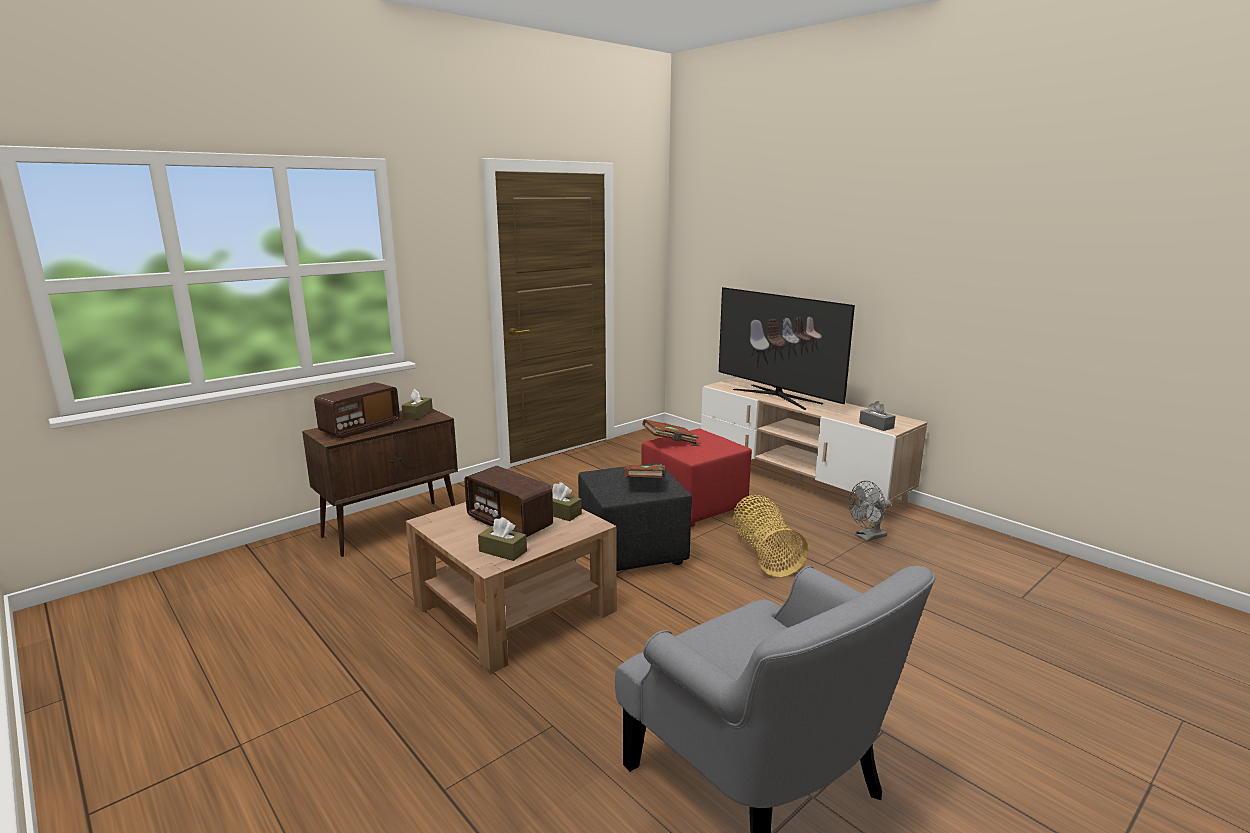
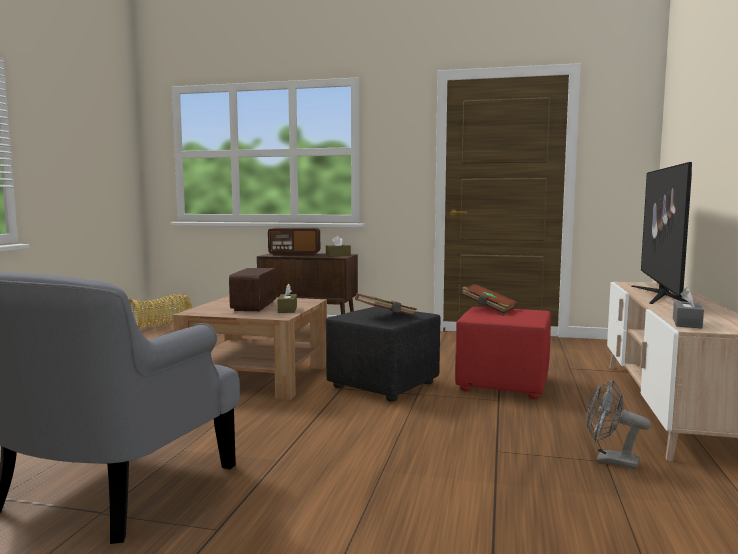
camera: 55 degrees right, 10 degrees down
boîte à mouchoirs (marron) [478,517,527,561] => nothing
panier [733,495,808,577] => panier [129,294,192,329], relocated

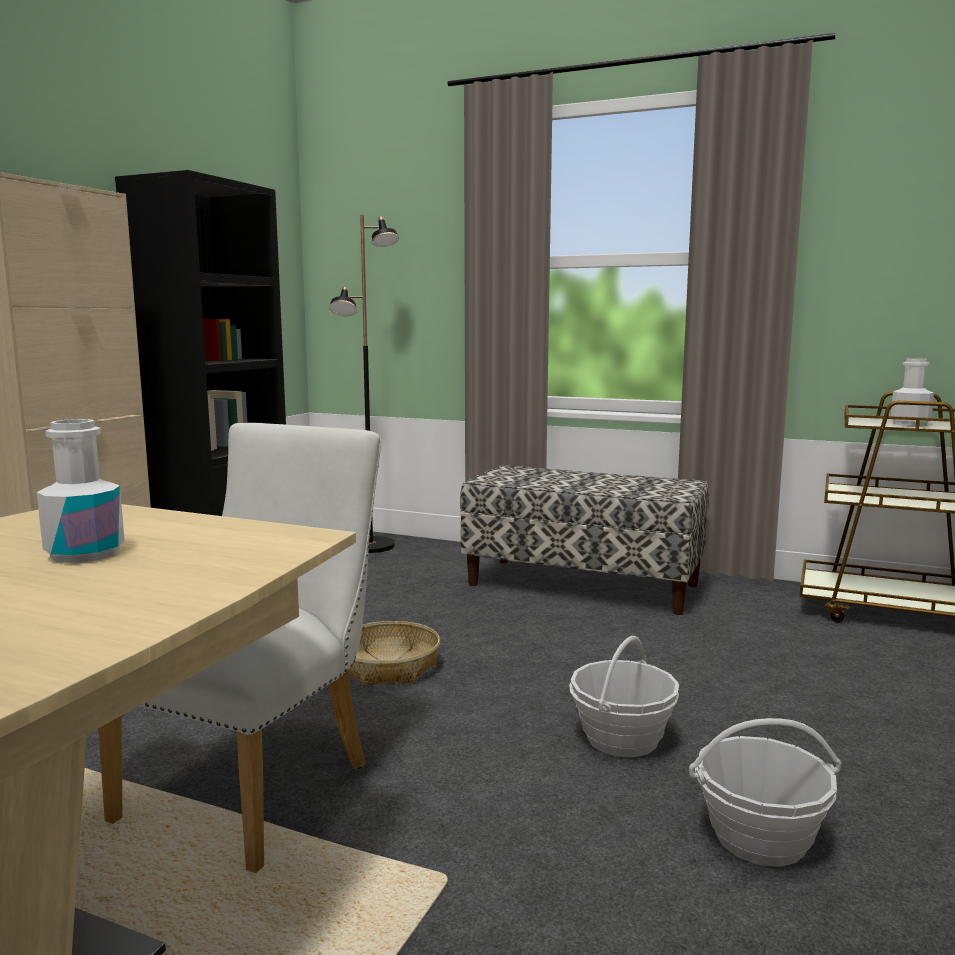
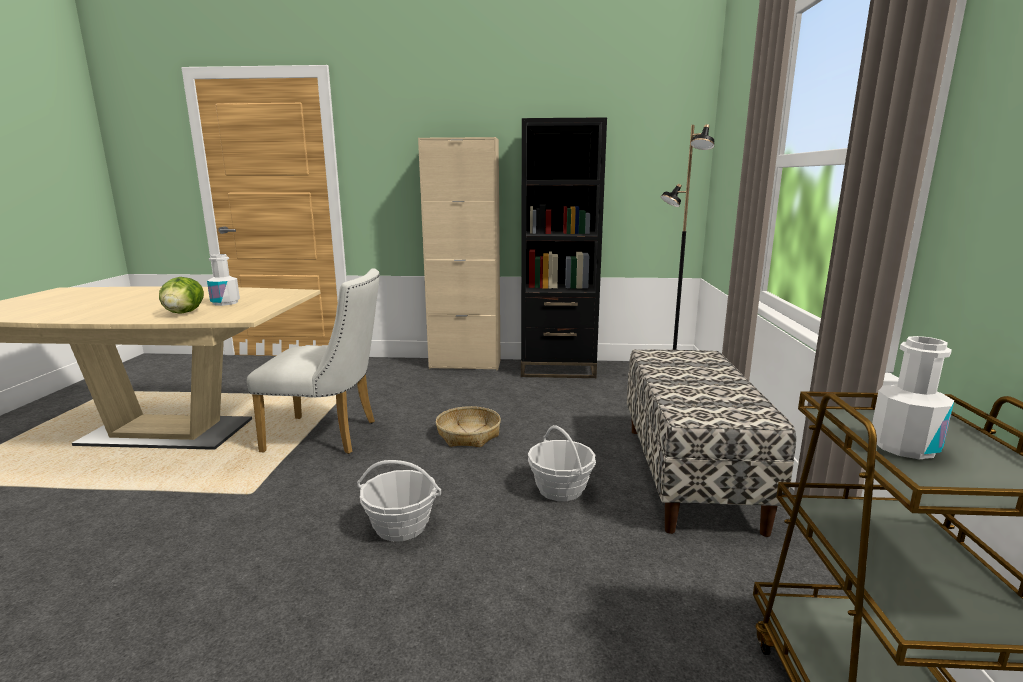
camera: 70 degrees right, 5 degrees up
nothing => laitue [159,277,204,314]
panier [689,718,841,867] => panier [528,425,596,501], relocated

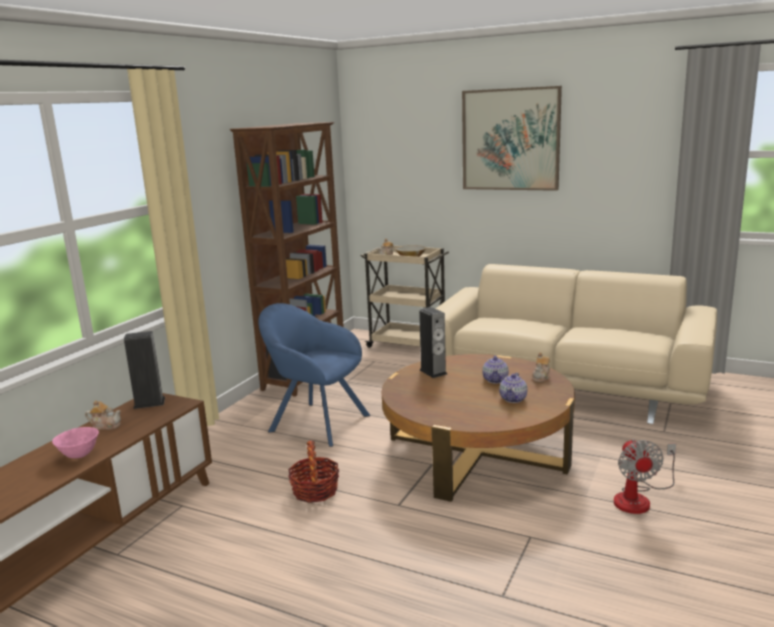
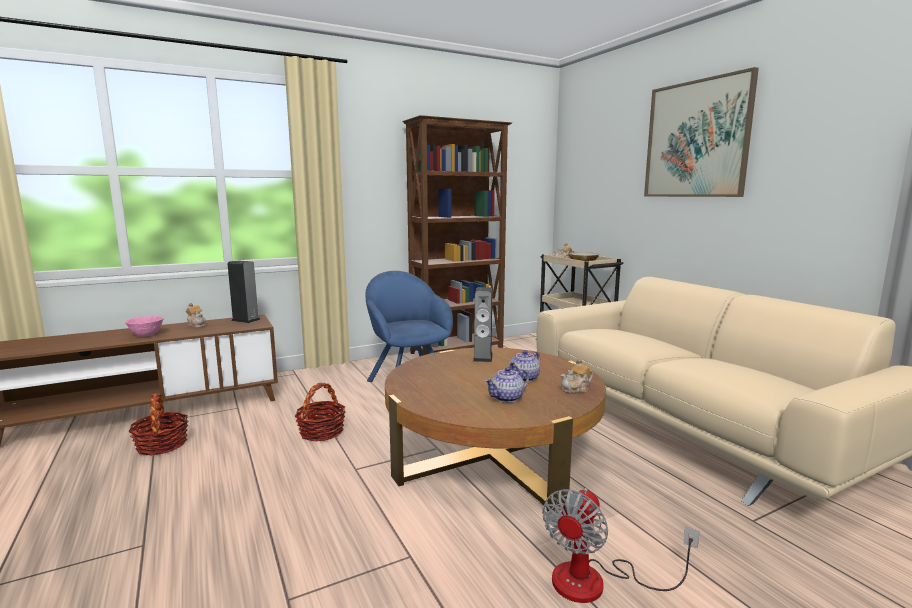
camera: 35 degrees right, 5 degrees down
nothing => panier [128,393,188,455]

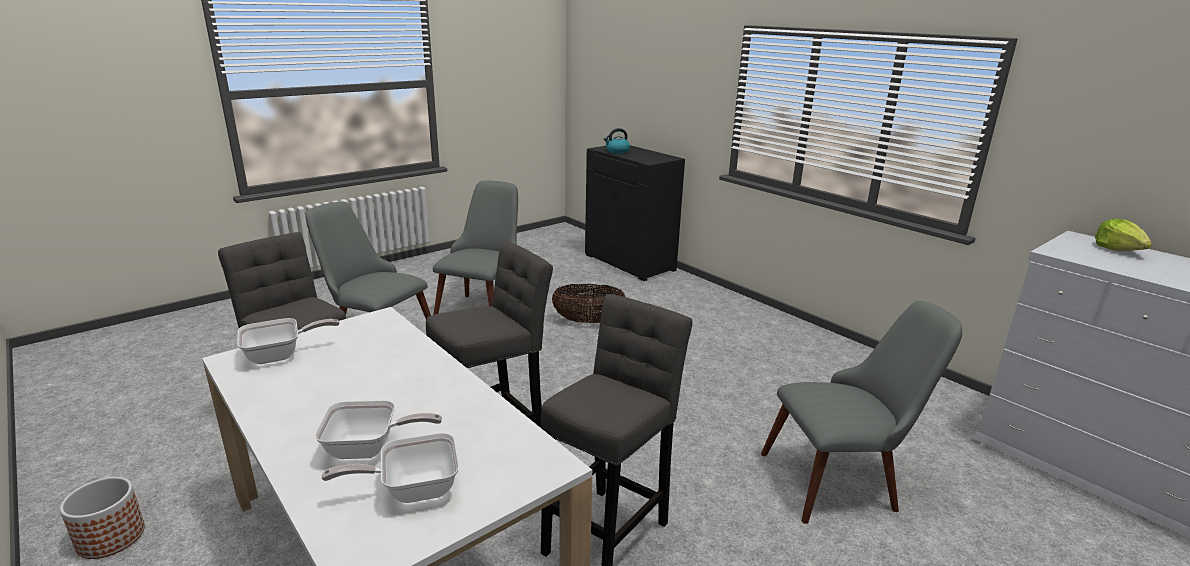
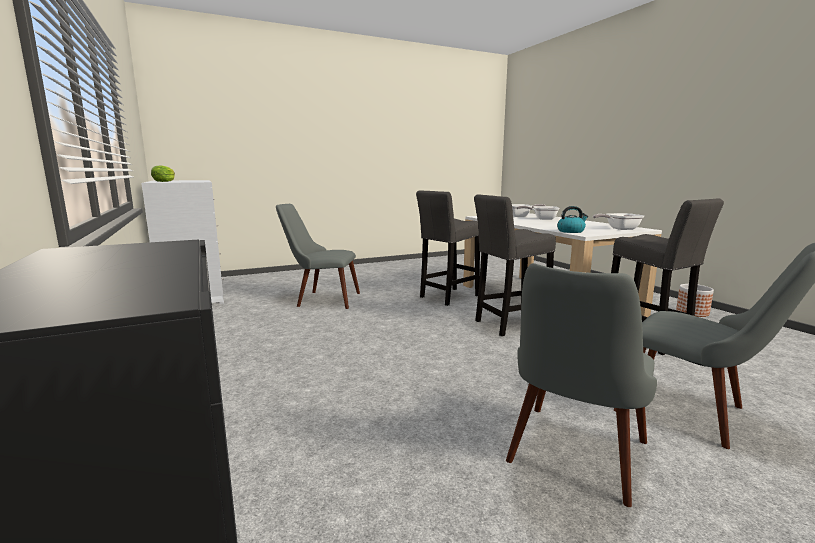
camera: 165 degrees left, 10 degrees down
panier [552,284,625,323] => nothing
bouilloire [604,128,630,154] => bouilloire [557,206,588,233], relocated

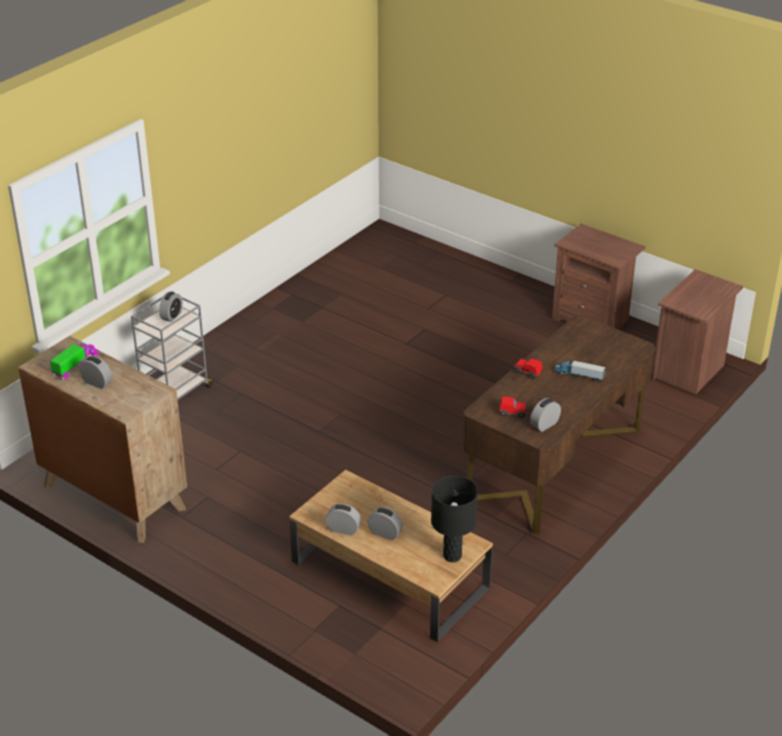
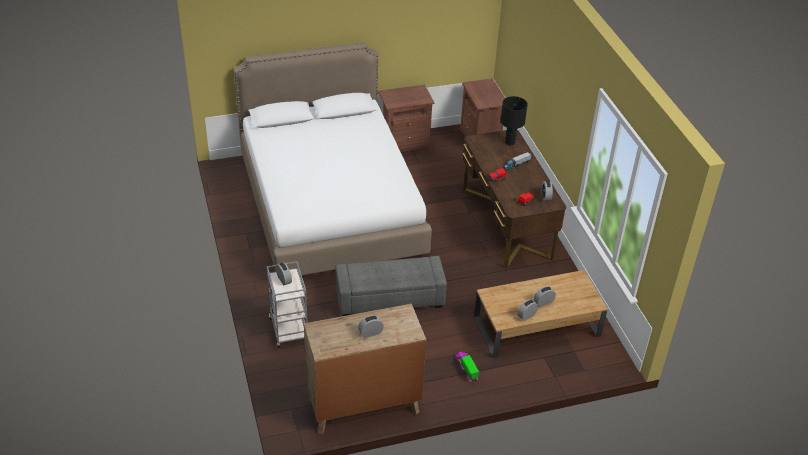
camera: 55 degrees left, 5 degrees up
nothing => lit (blanc) [234,43,432,275]
nothing => pouf (gris) [336,256,447,316]
camion jouet [50,342,98,380] => camion jouet [456,352,479,382], relocated
lampe de table (noir) [431,476,478,562] => lampe de table (noir) [500,96,528,145], relocated

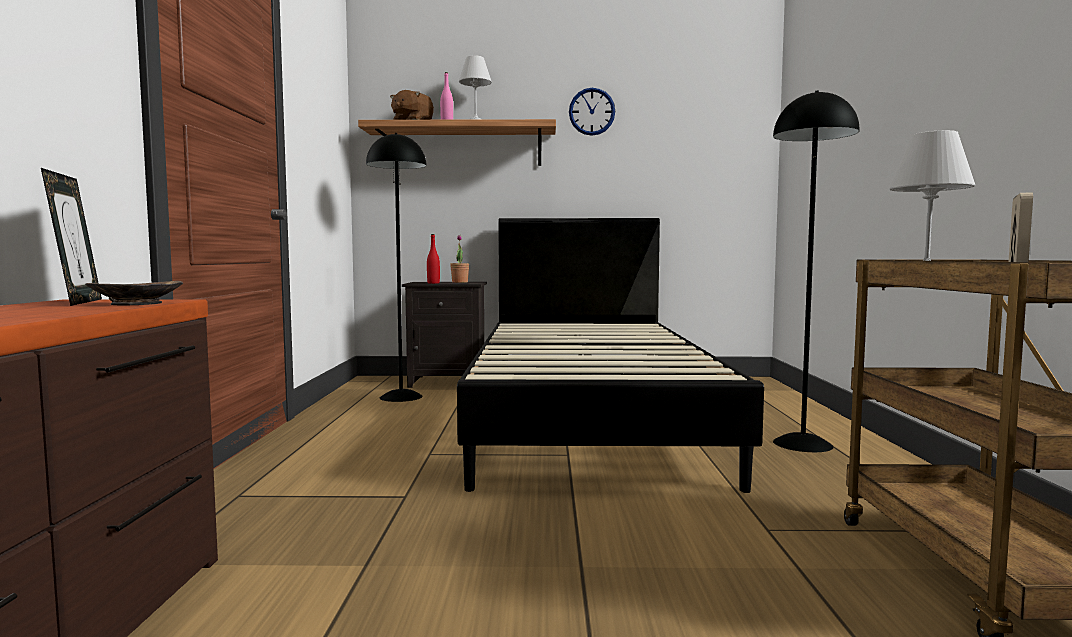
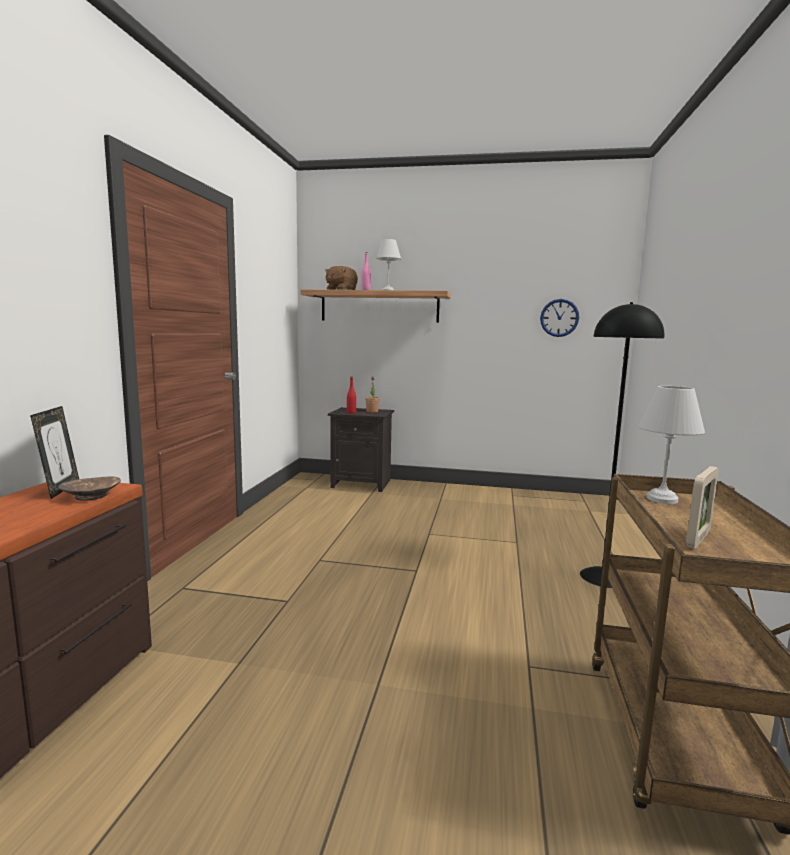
camera: 10 degrees right, 5 degrees up
lampadaire (noir) [366,133,427,402] => nothing
lit (noir) [457,218,764,493] => nothing
horloge murale [569,88,615,136] => horloge murale [540,299,579,337], relocated

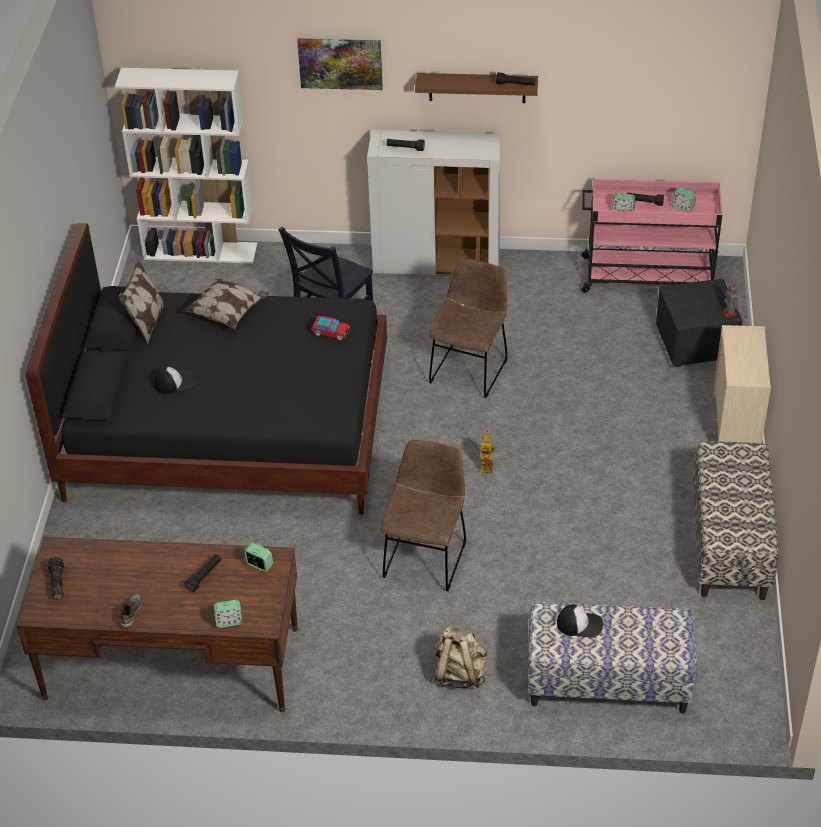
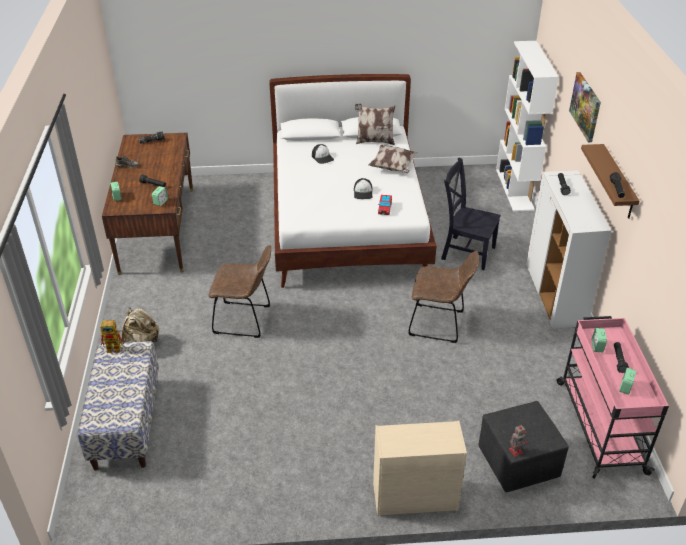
camera: 80 degrees right, 5 degrees down
banc [693,441,779,600] => nothing
robot jouet [475,430,496,474] => robot jouet [100,320,126,353], relocated
casquette [557,604,603,638] => casquette [354,178,372,199], relocated
lit (noir) [26,223,387,515] => lit (blanc) [270,74,437,288]

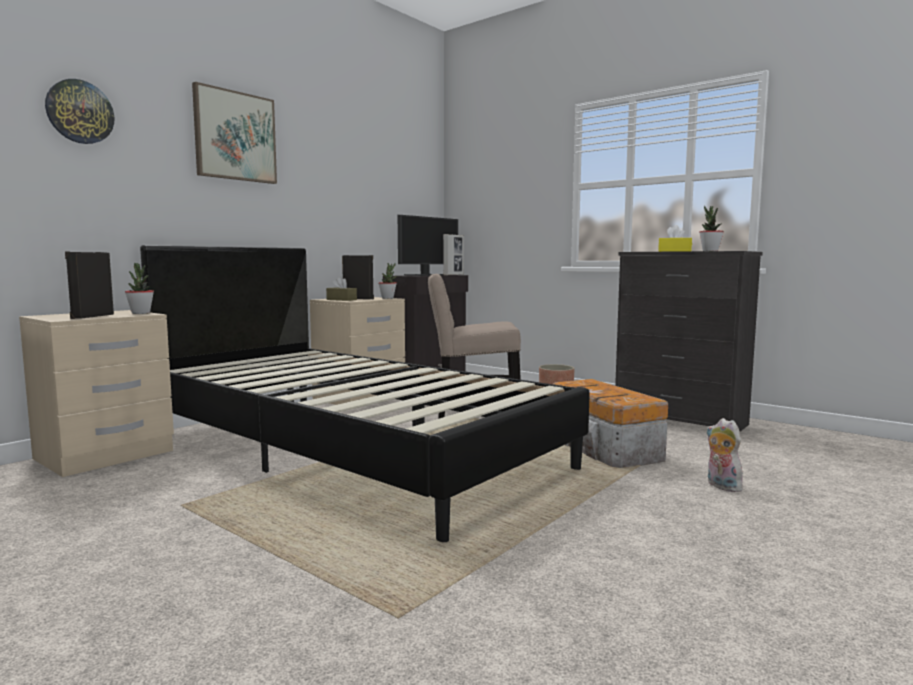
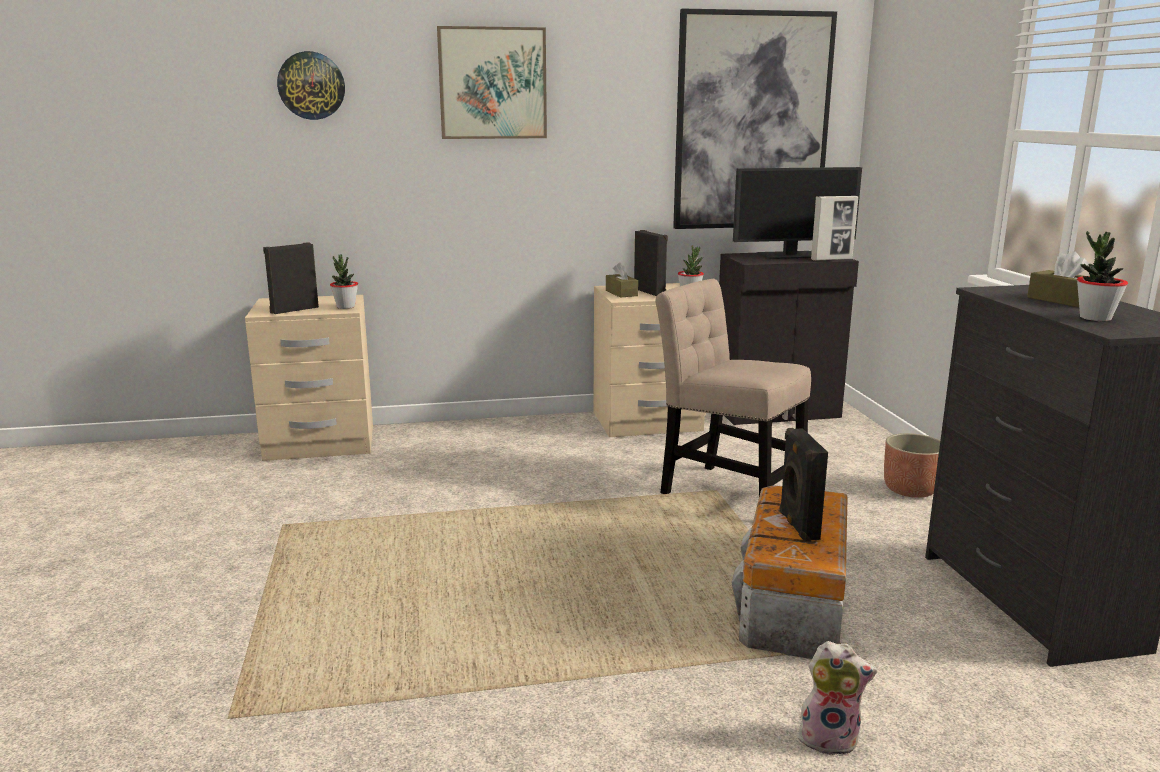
camera: 40 degrees right, 10 degrees up
lit (noir) [140,245,590,542] => nothing
nothing => tableau [673,9,837,229]
nothing => enceinte (noir) [779,428,828,542]
boîte à mouchoirs (jaune) [658,225,692,252] => boîte à mouchoirs (marron) [1027,251,1090,307]
peluche [707,418,743,492] => peluche [798,641,877,756], 90 degrees clockwise

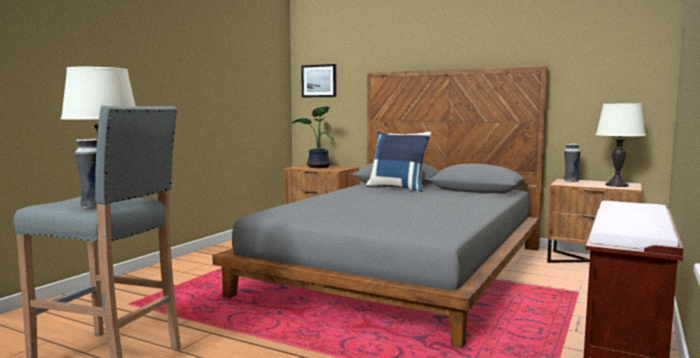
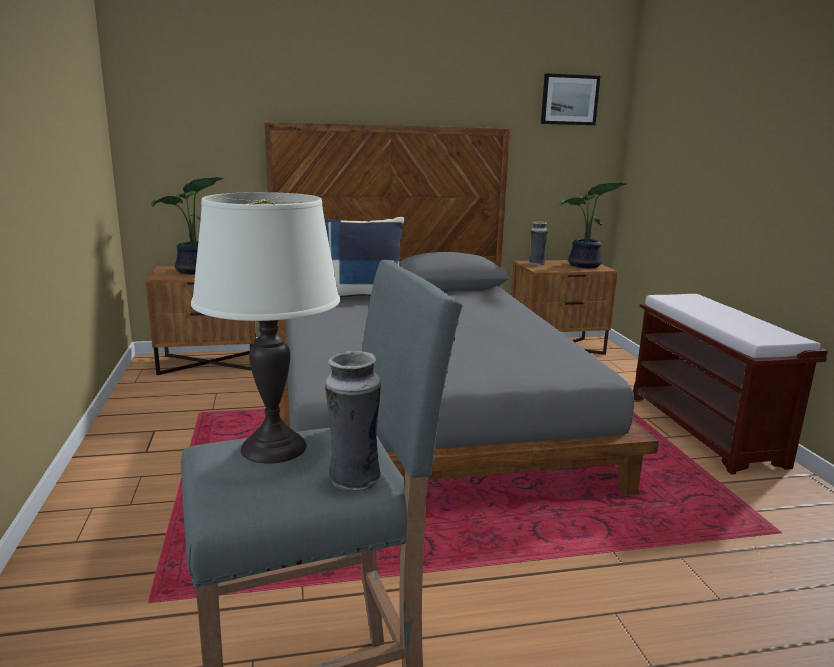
camera: 40 degrees left, 10 degrees up
tableau [301,64,336,97] => tableau [541,73,600,125], relocated
lampe de table (blanc) [596,104,646,187] => plante en pot [560,183,626,268]

